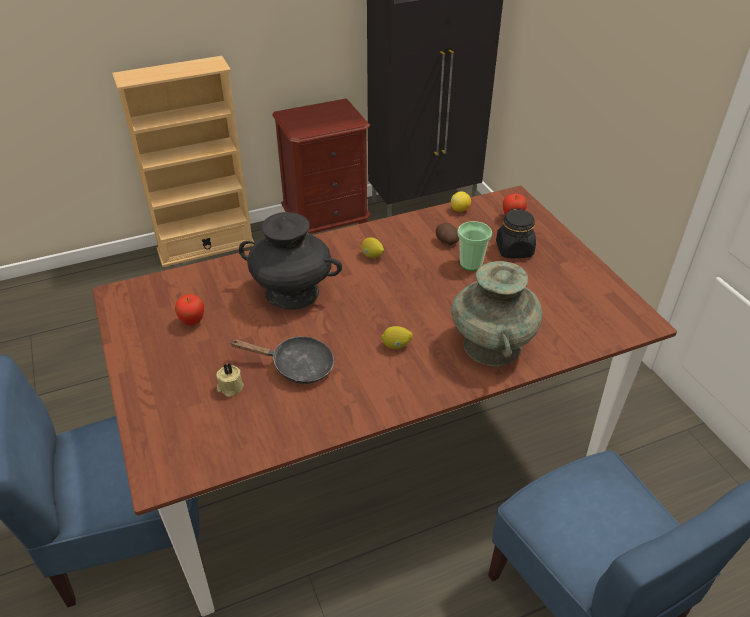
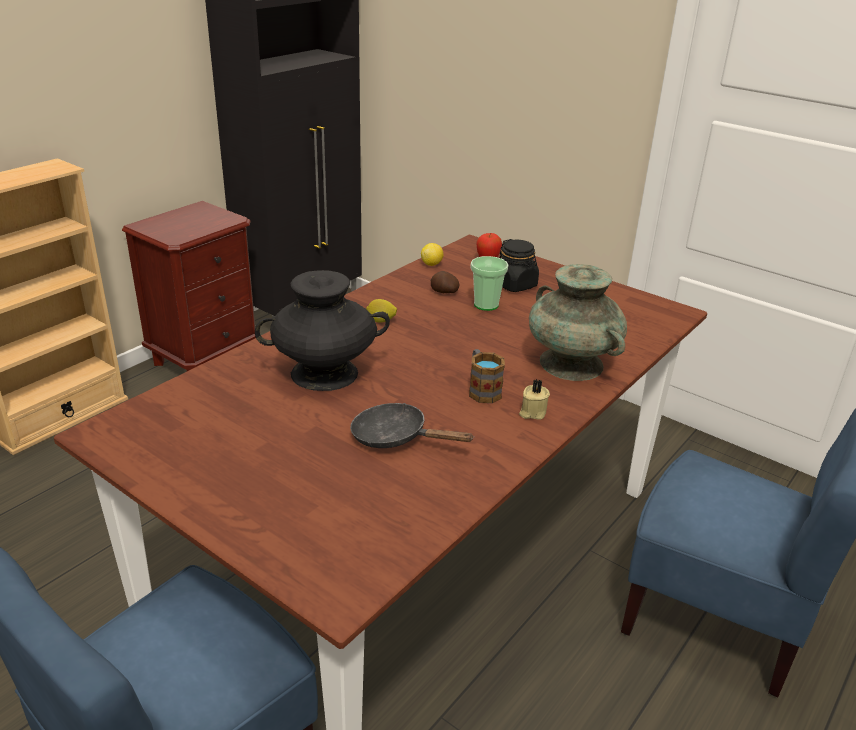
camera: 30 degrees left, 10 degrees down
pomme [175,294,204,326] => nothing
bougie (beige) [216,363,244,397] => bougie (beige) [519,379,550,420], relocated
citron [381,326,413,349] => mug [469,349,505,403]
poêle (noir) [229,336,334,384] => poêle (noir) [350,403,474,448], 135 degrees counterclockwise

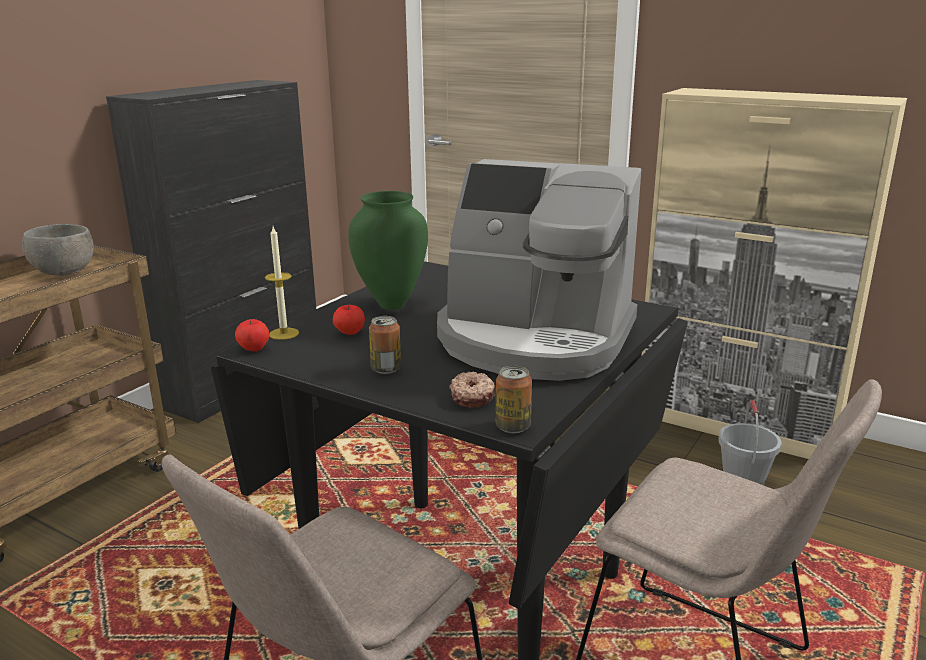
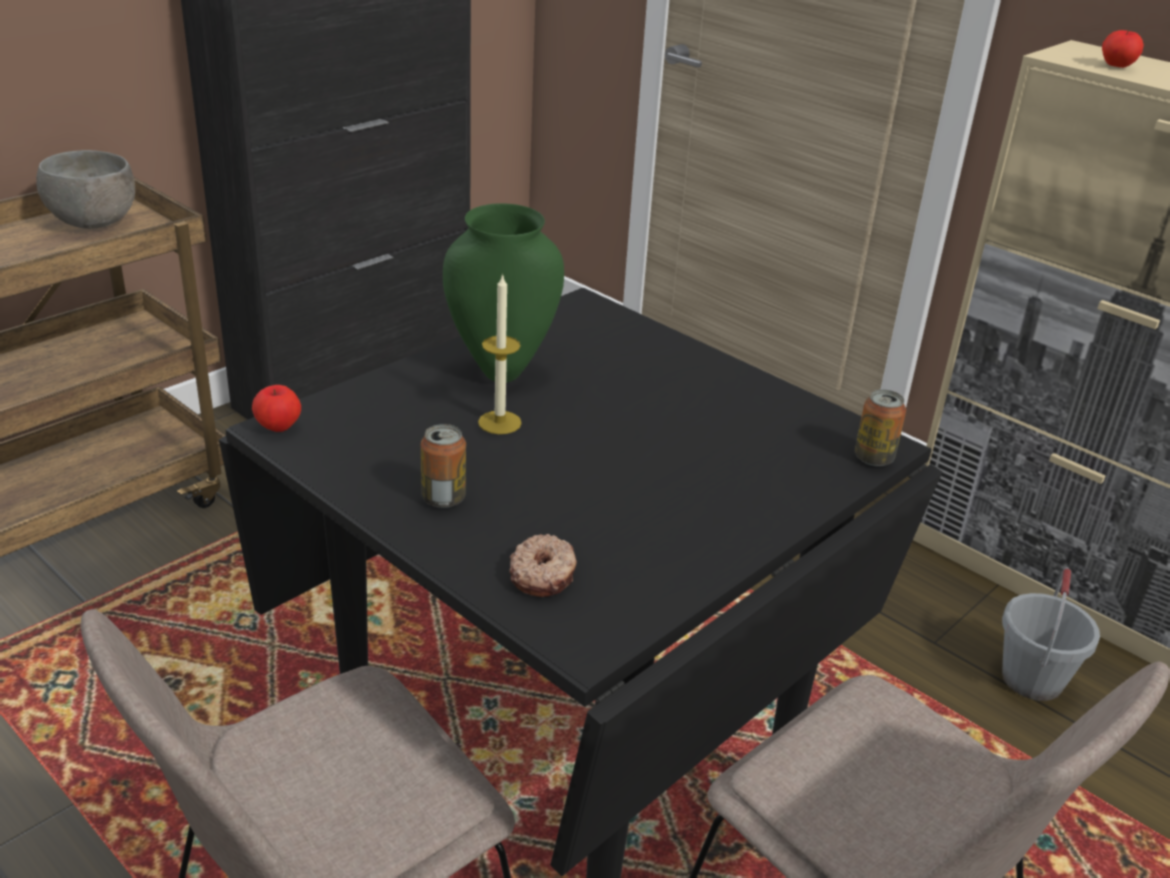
camera: 10 degrees right, 10 degrees up
machine à café [437,159,641,381] => nothing
bougie [265,227,299,340] => bougie [478,273,522,434], relocated
pomme [333,305,365,335] => pomme [1102,30,1144,68], relocated
boîte métallique [496,366,532,433] => boîte métallique [855,389,906,466], relocated

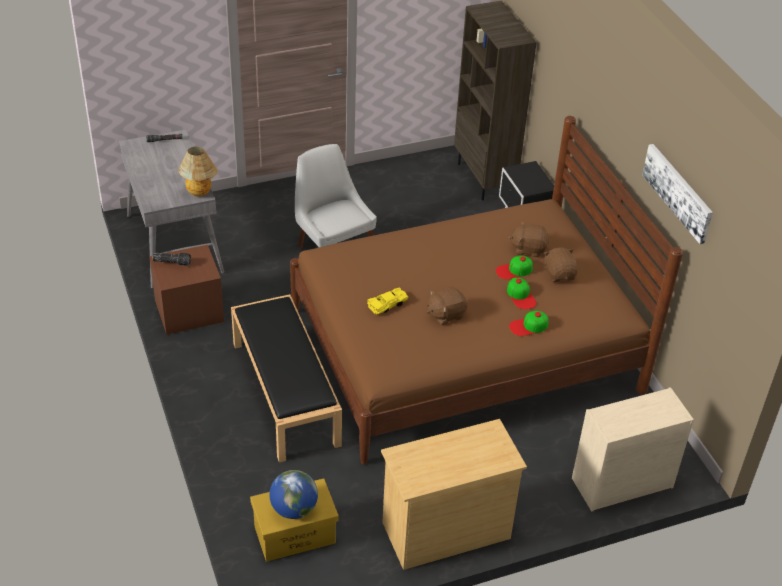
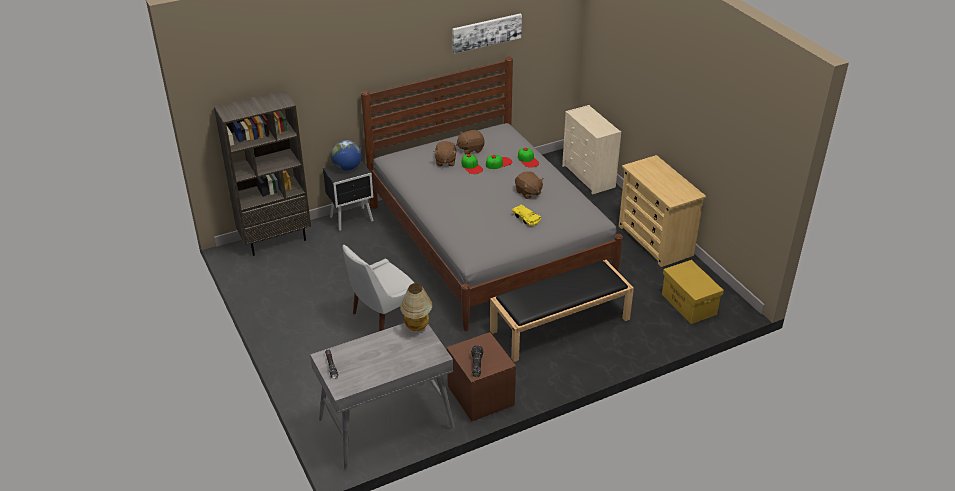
camera: 95 degrees left, 5 degrees down
globe [269,470,318,519] => globe [331,140,362,170], relocated
lit (marron) [290,116,683,464] => lit (gris) [361,56,623,331]

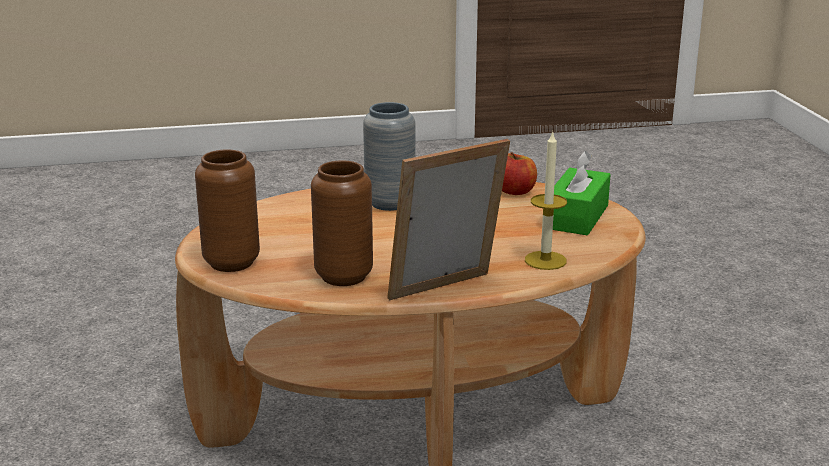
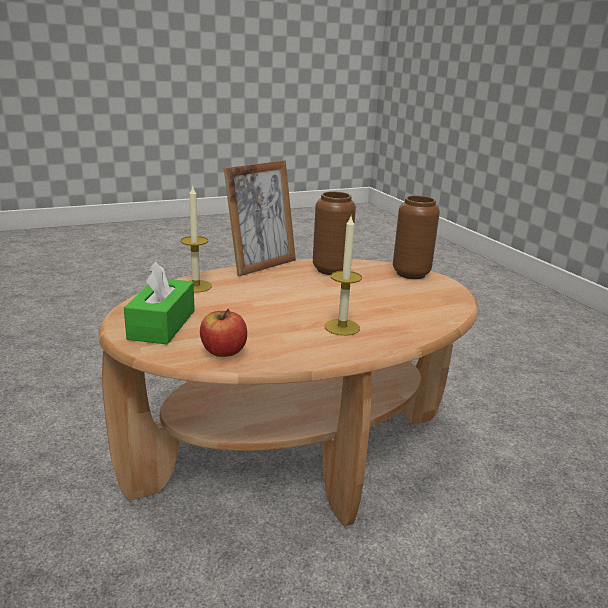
camera: 165 degrees right, 0 degrees up
vase (gris) [363,102,415,211] => bougie [325,216,362,336]

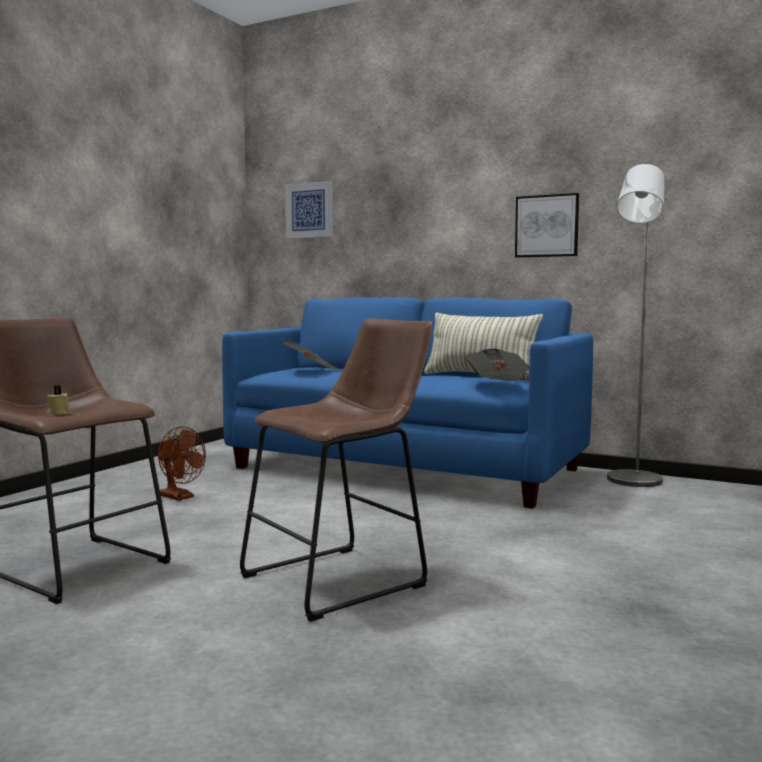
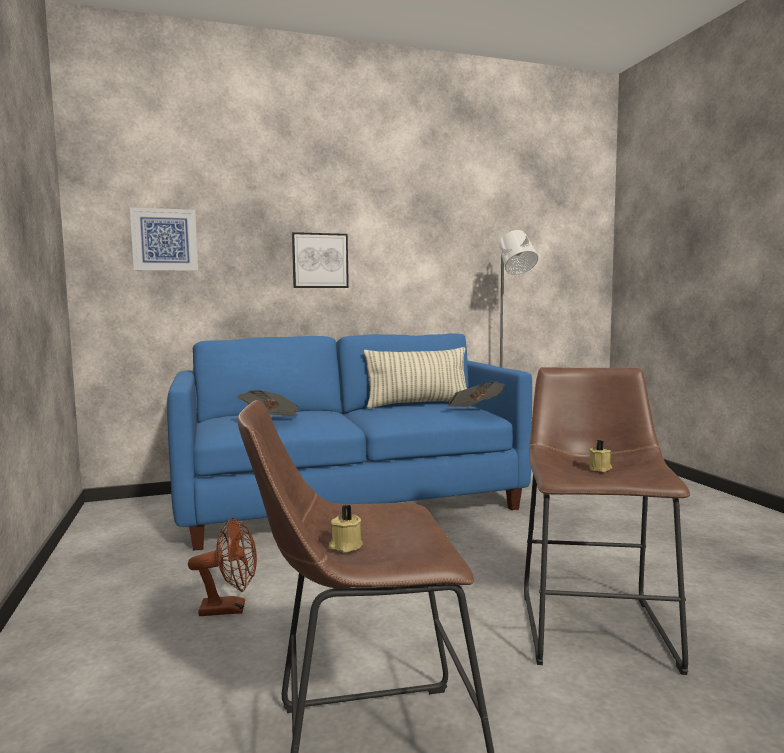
camera: 45 degrees left, 0 degrees up
nothing => bougie (beige) [589,440,612,472]
tableau [515,193,579,257] => tableau [292,232,349,288], relocated

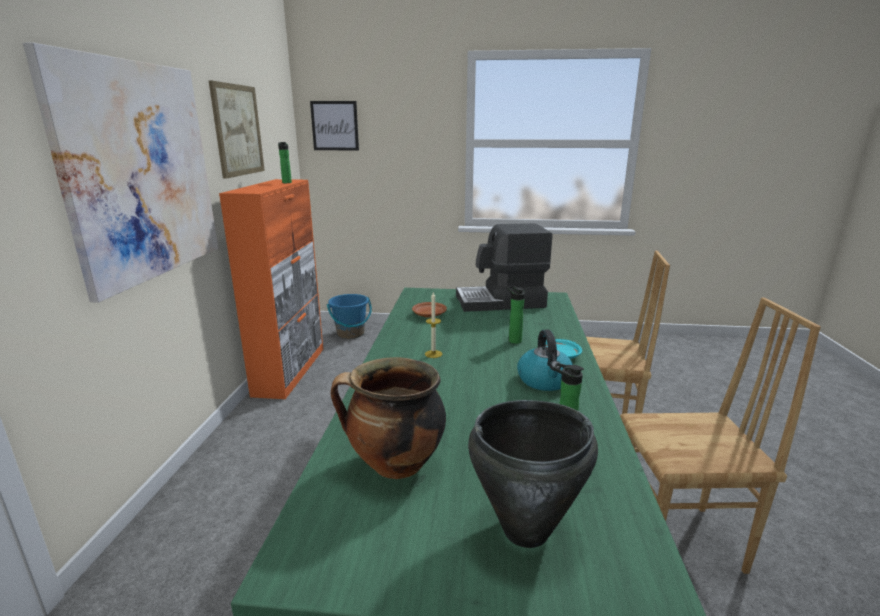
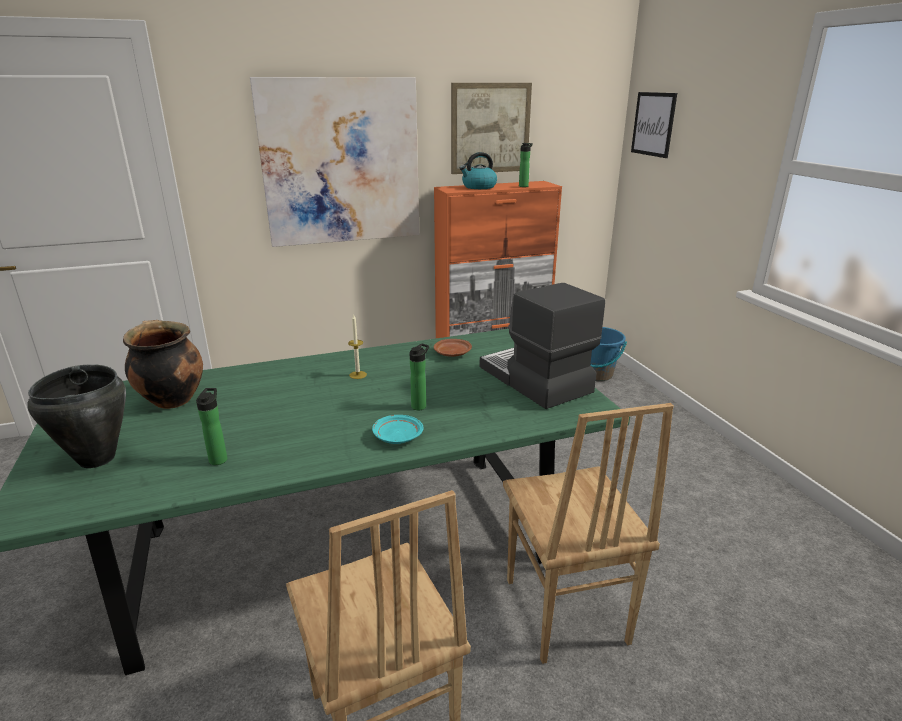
camera: 65 degrees right, 5 degrees up
bouilloire [517,330,573,391] => bouilloire [460,152,497,189], relocated

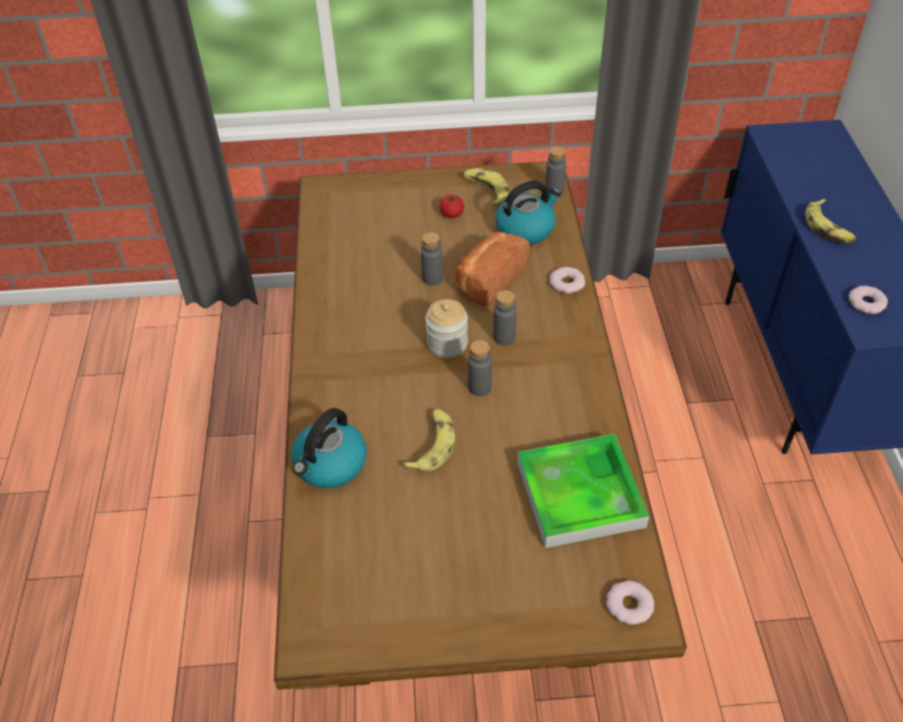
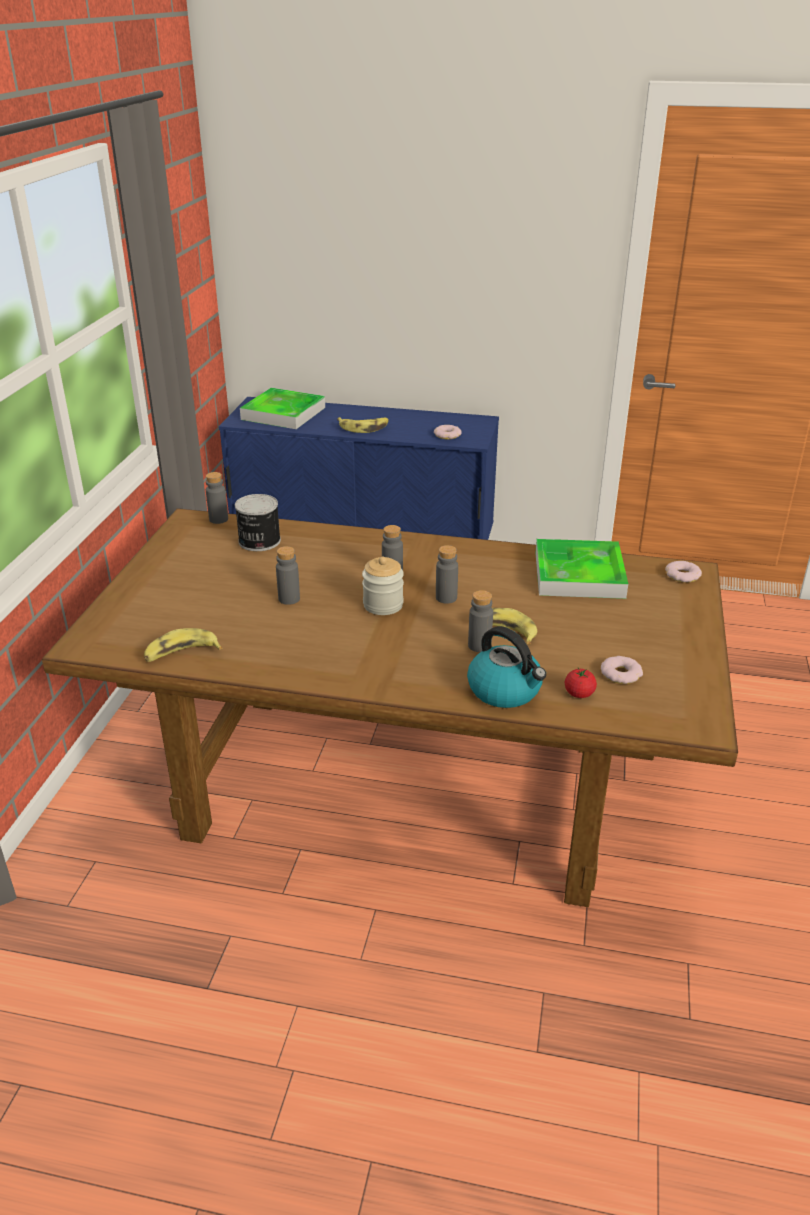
camera: 75 degrees left, 15 degrees down
pain [455,232,530,306] => nothing
nothing => plateau [240,388,325,429]
nothing => bouteille (gris) [468,590,493,652]
tomate [440,195,464,218] => tomate [565,668,597,698], relocated
banane [463,168,509,206] => banane [144,628,223,662], relocated
beignet [550,267,585,294] => beignet [601,656,643,684], relocated
bouilloire [495,181,561,245] => boîte métallique [235,494,281,551]

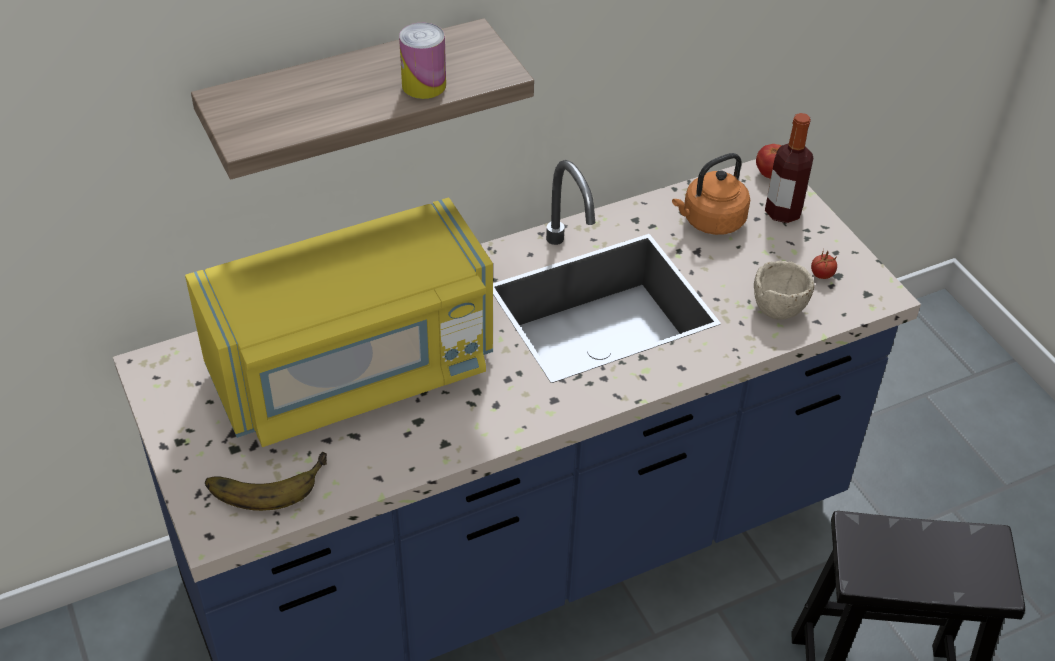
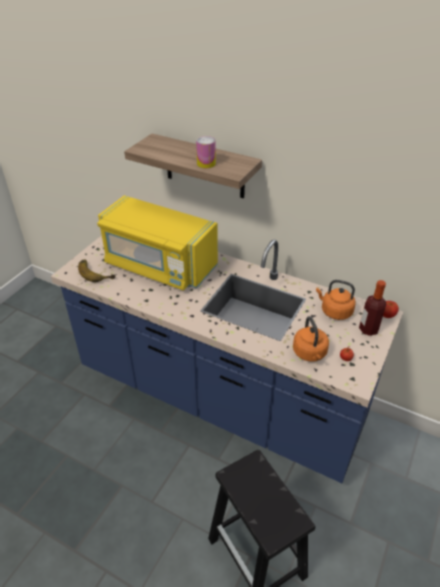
camera: 55 degrees right, 5 degrees down
bol (beige) [754,261,814,320] => bouilloire (orange) [293,316,329,362]

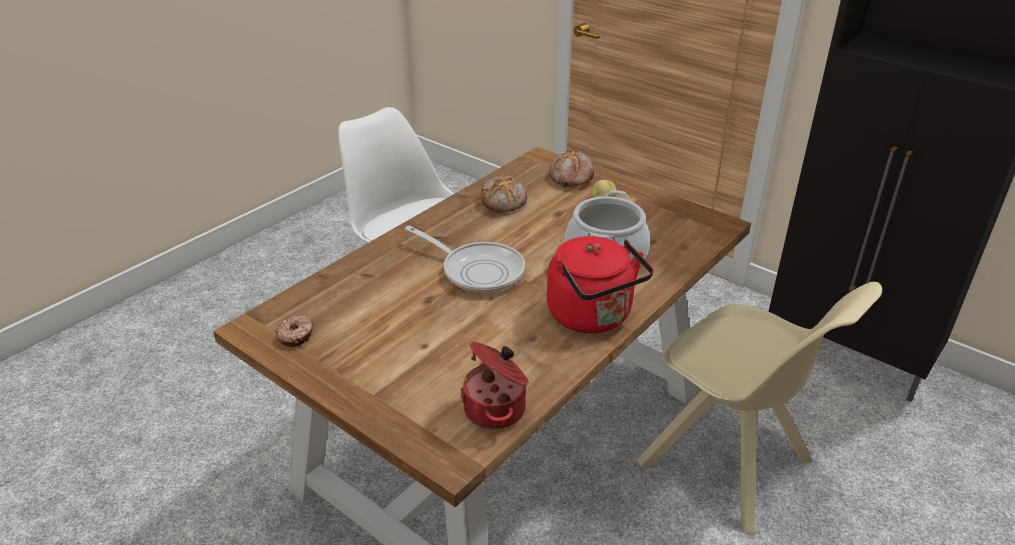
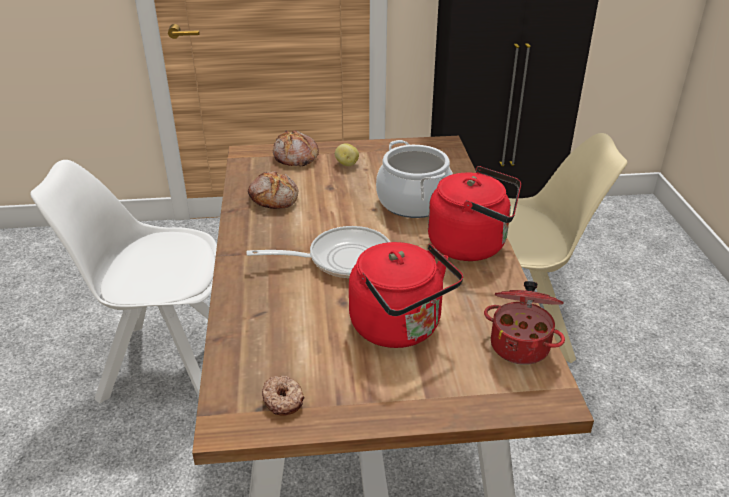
camera: 45 degrees left, 0 degrees up
nothing => bouilloire (rouge) [349,242,463,348]

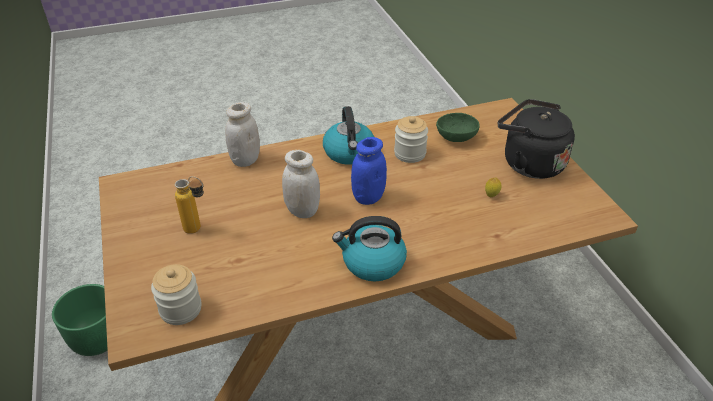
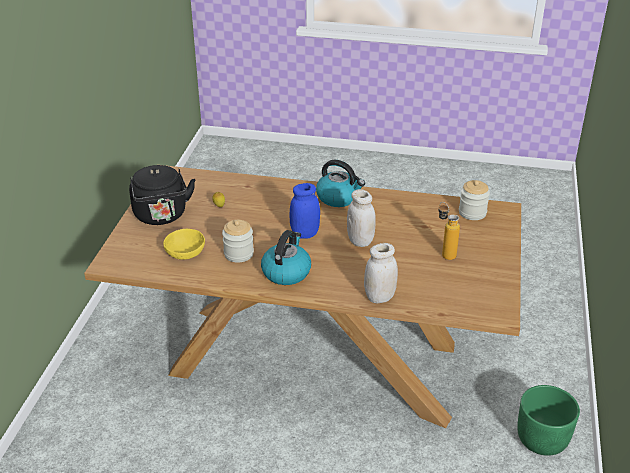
camera: 150 degrees left, 5 degrees down
bol (vert) [436,113,480,142] => bol (jaune) [163,229,205,260]

